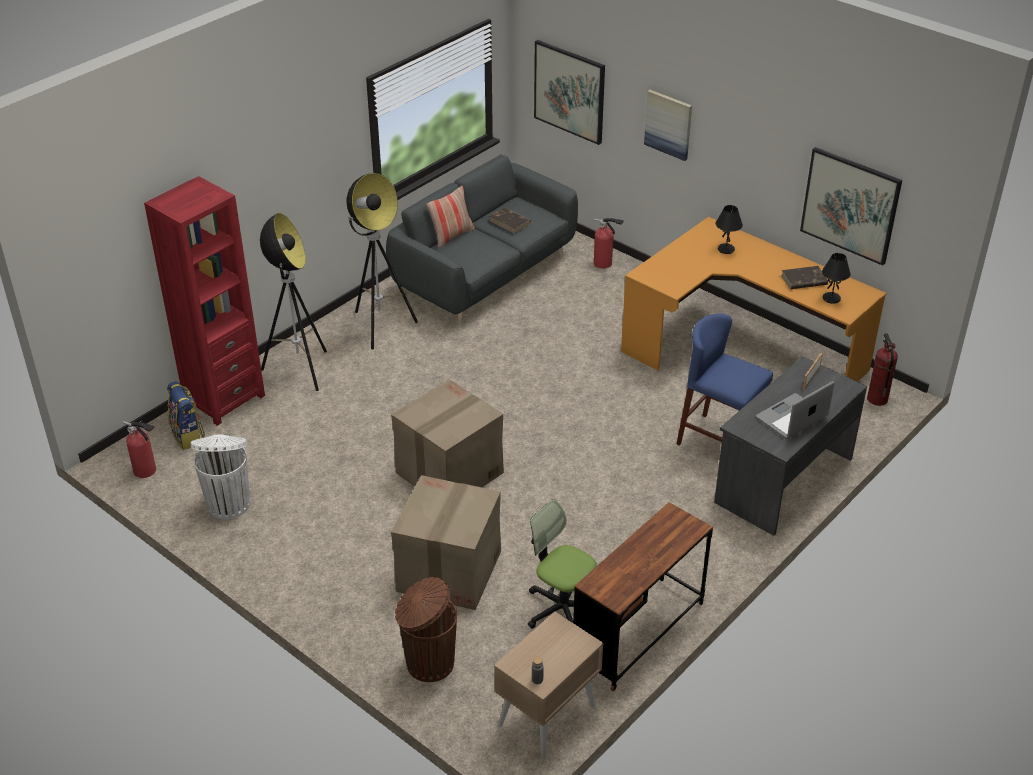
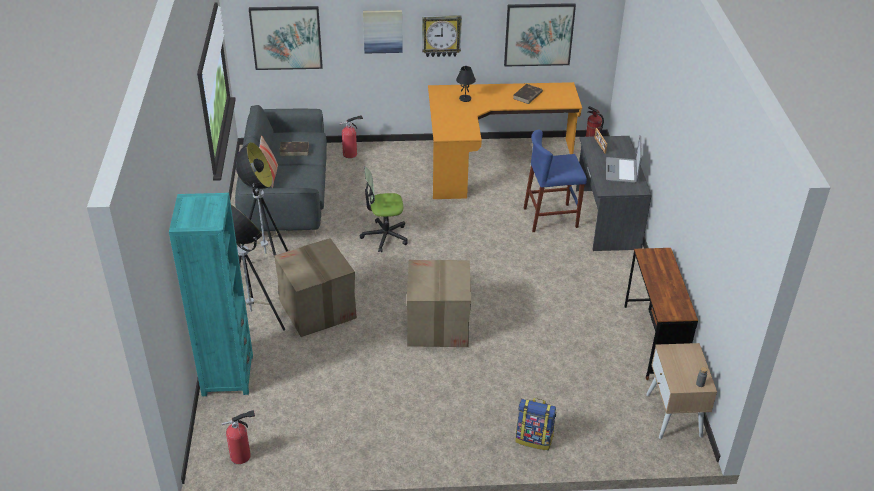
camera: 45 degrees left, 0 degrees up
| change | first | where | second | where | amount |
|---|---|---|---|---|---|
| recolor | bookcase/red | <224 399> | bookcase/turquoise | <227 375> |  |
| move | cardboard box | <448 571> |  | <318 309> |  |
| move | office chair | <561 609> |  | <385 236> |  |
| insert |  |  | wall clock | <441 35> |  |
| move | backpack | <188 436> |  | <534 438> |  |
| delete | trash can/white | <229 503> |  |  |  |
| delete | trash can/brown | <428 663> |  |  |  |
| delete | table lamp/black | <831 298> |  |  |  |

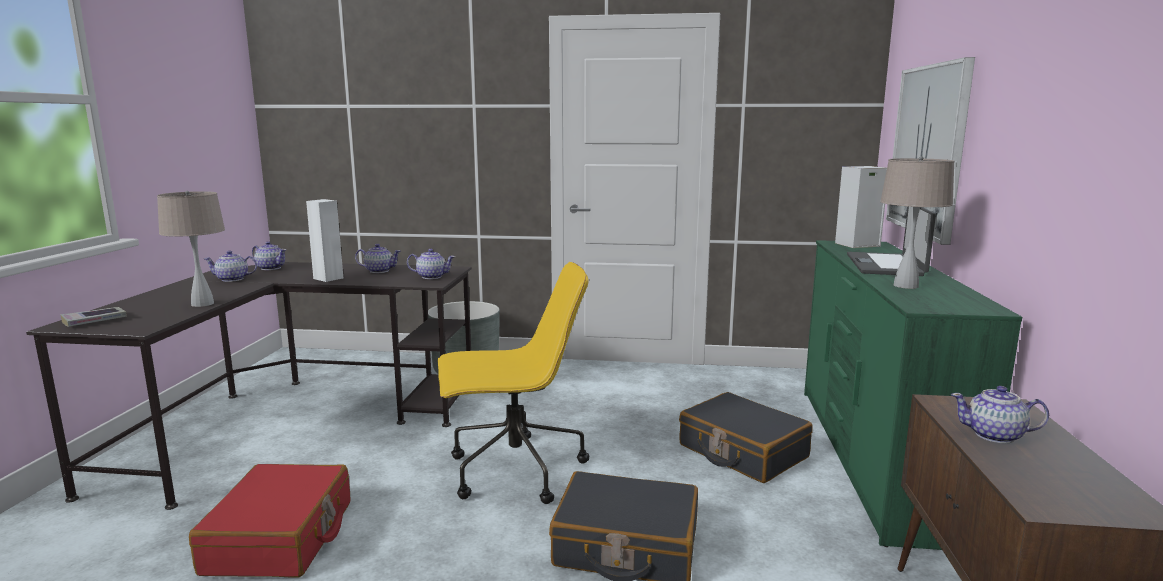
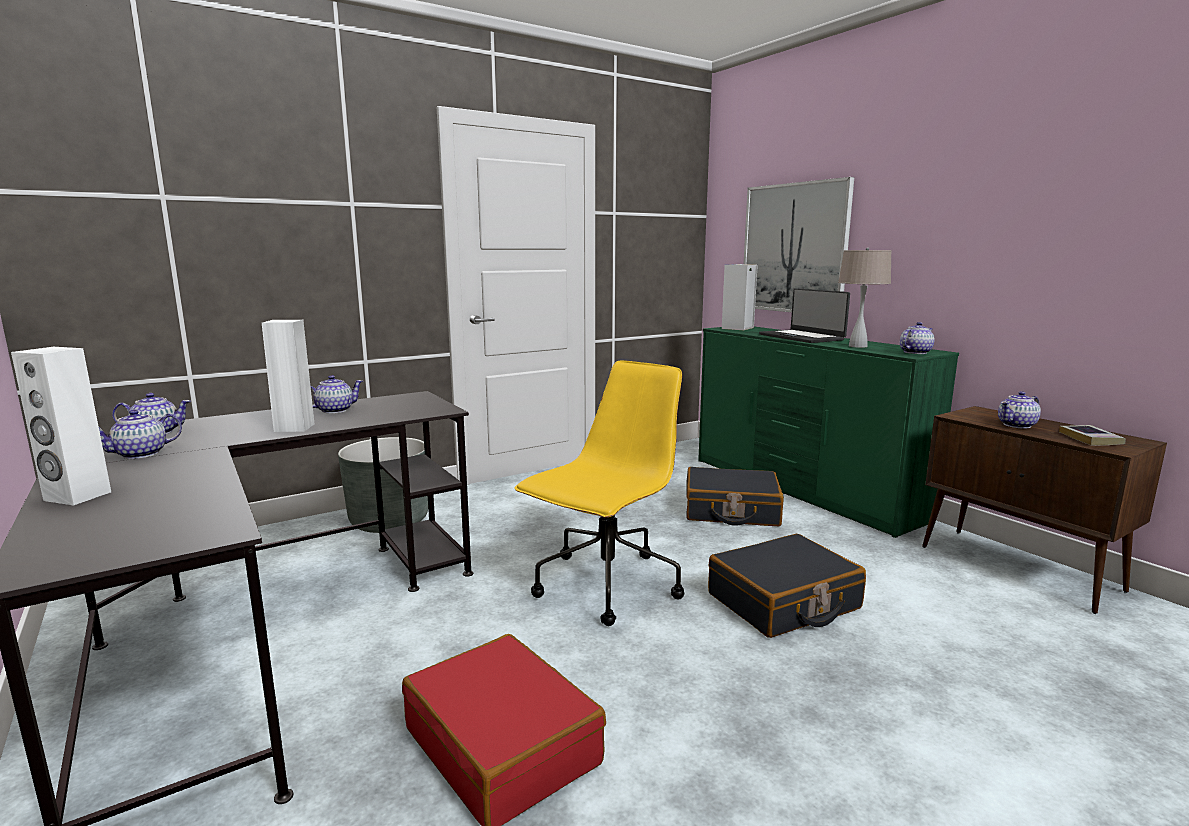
camera: 40 degrees left, 0 degrees up
| change | first | where | second | where | amount |
|---|---|---|---|---|---|
| insert |  |  | speaker/white | <77 496> |  |
| move | teapot | <432 277> |  | <915 352> |  |
| move | book | <95 321> |  | <1090 439> |  |
| delete | table lamp/beige | <203 304> |  |  |  |

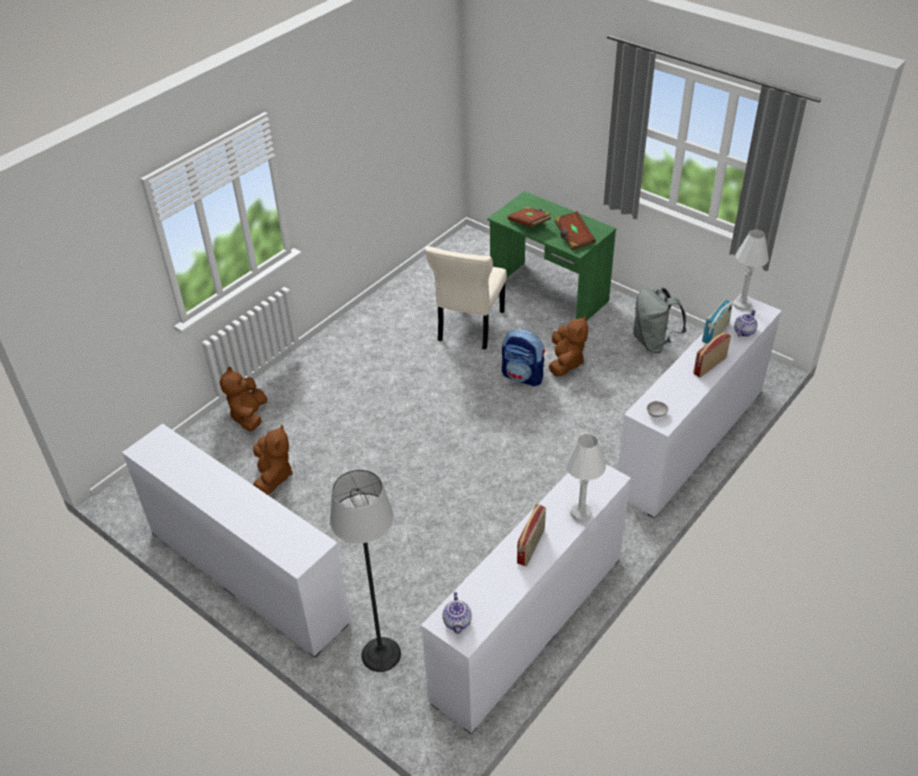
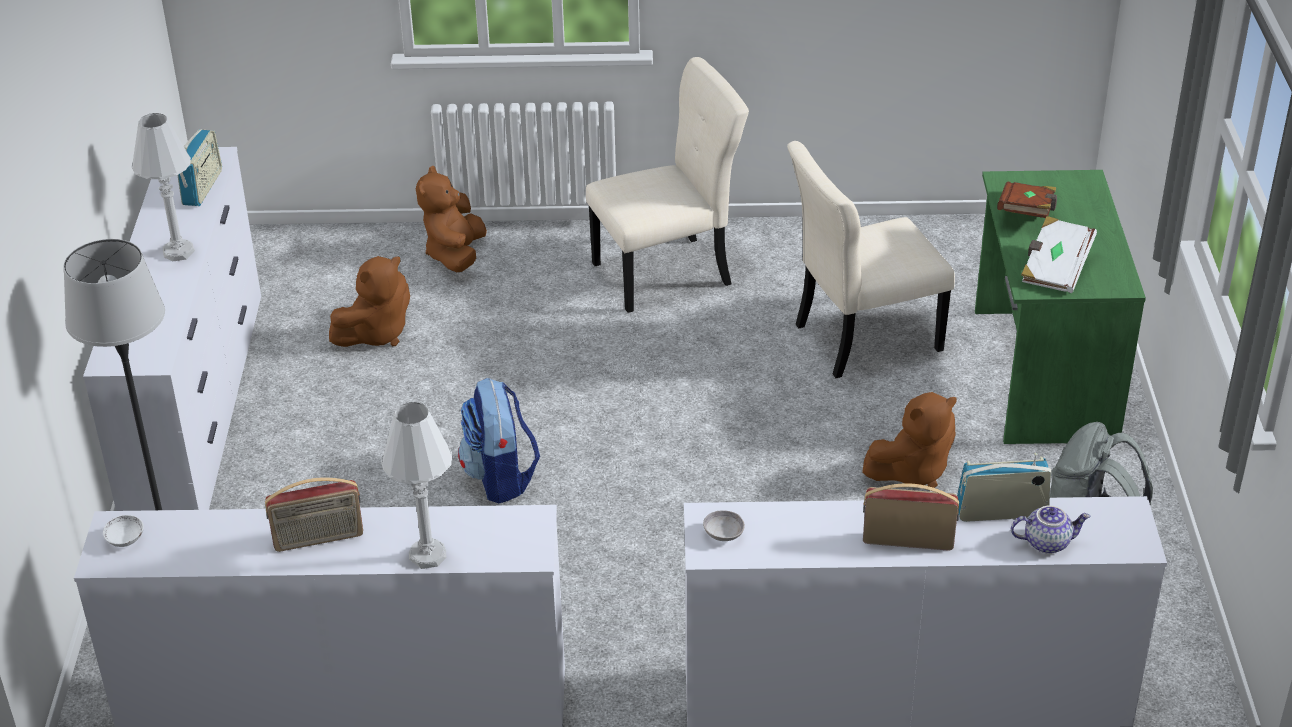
camera: 50 degrees right, 5 degrees down
| change | first | where | second | where | amount |
|---|---|---|---|---|---|
| replace | teapot | <458 622> | bowl/white | <125 539> |  |
| move | table lamp/white | <742 305> |  | <178 252> |  |
| insert |  |  | radio | <202 188> |  |
| rotate | plush toy/brown | <249 416> |  | <455 255> | 45 degrees counterclockwise |
| move | backpack | <523 376> |  | <500 477> |  |
| insert |  |  | chair/beige | <667 273> |  |
| recolor | book/brown | <573 237> | book/white | <1055 269> |  |

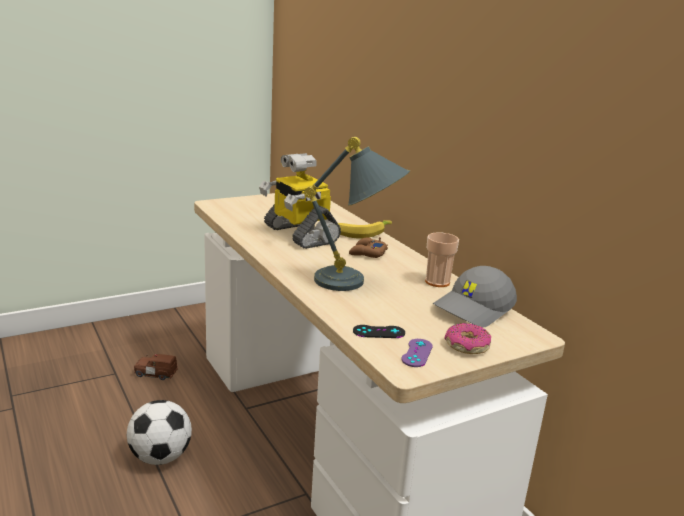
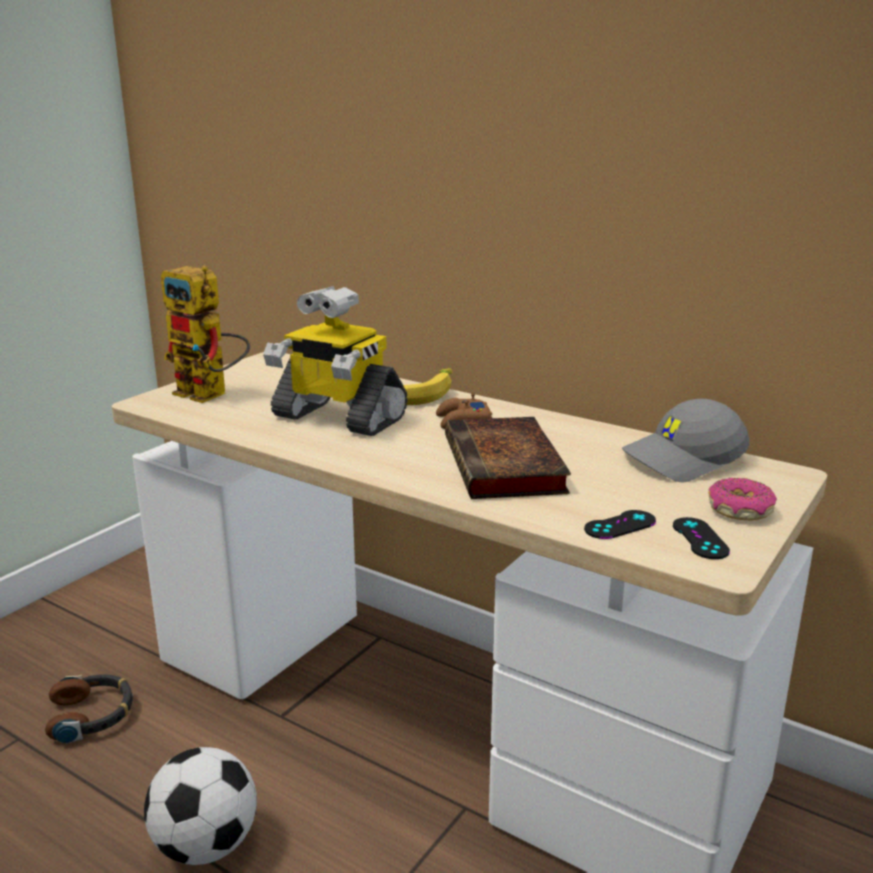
camera: 25 degrees left, 0 degrees up
| change | first | where | second | where | amount |
|---|---|---|---|---|---|
| replace | toy car/brown | <155 374> | headphones | <92 715> |  |
| insert |  |  | toy robot | <211 395> |  |
| replace | table lamp/grey | <356 284> | book | <506 468> |  |
| rotate | cap/grey | <474 309> |  | <684 460> | 45 degrees clockwise |
| recolor | game controller/purple | <417 353> | game controller/black | <700 538> |  |
| delete | cup | <437 282> |  |  |  |

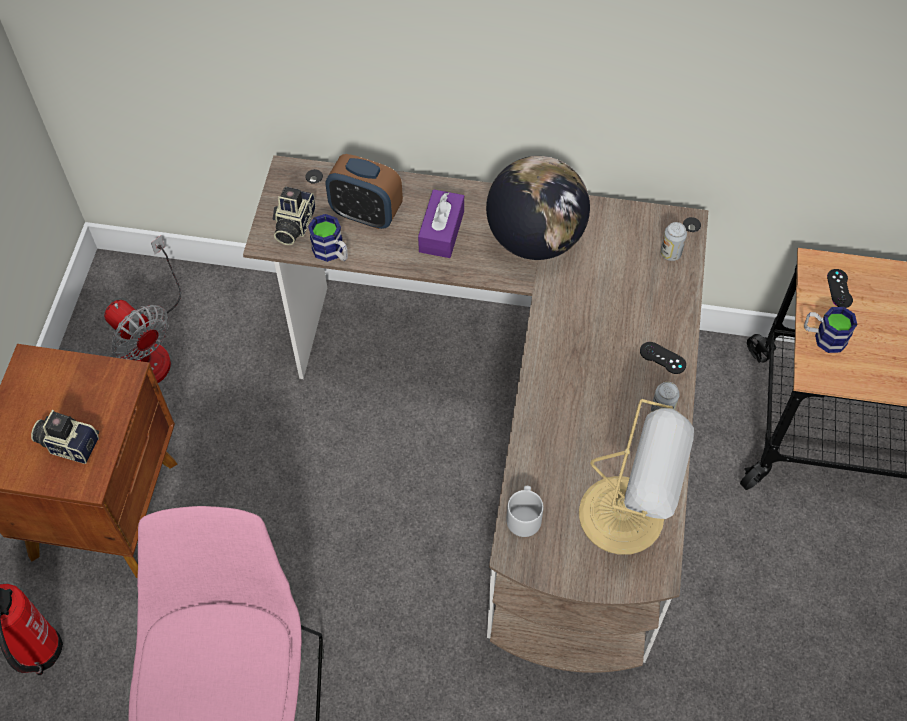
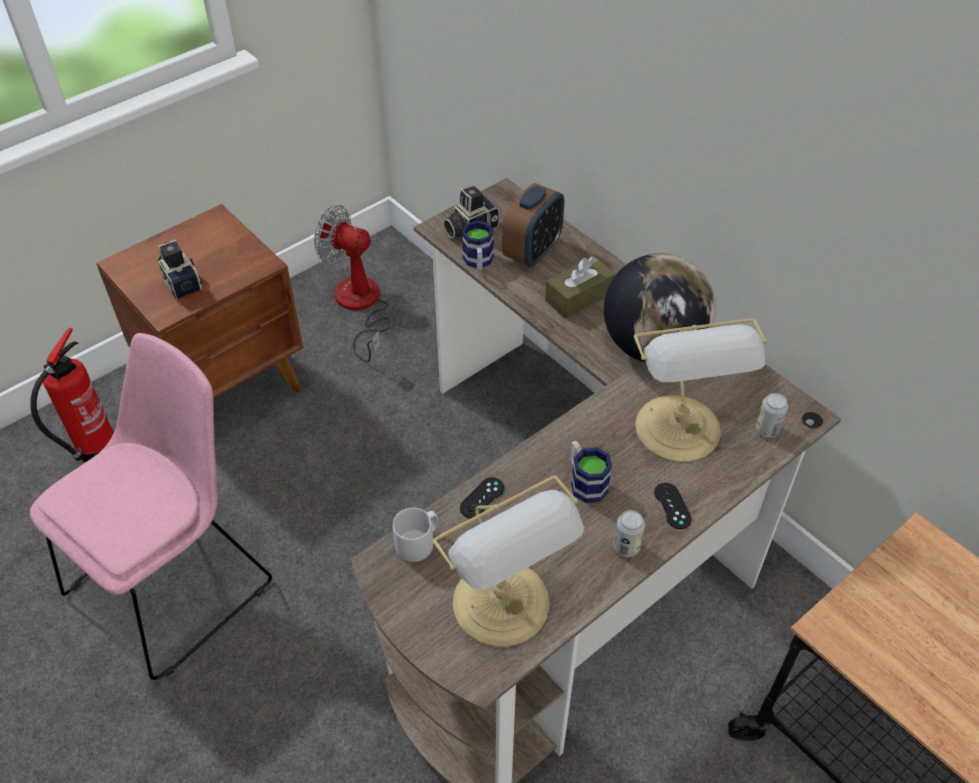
camera: 40 degrees right, 10 degrees down
| change | first | where | second | where | amount |
|---|---|---|---|---|---|
| rotate | fan | <149 348> |  | <360 306> | 120 degrees clockwise |
| move | game controller/black | <839 288> |  | <482 498> |  |
| rotate | alarm clock | <366 214> |  | <532 252> | 120 degrees counterclockwise |
| recolor | tissue box/purple | <441 231> | tissue box/brown | <579 297> |  |
| move | mug | <823 337> |  | <584 481> |  |
| insert |  |  | table lamp | <679 432> |  |

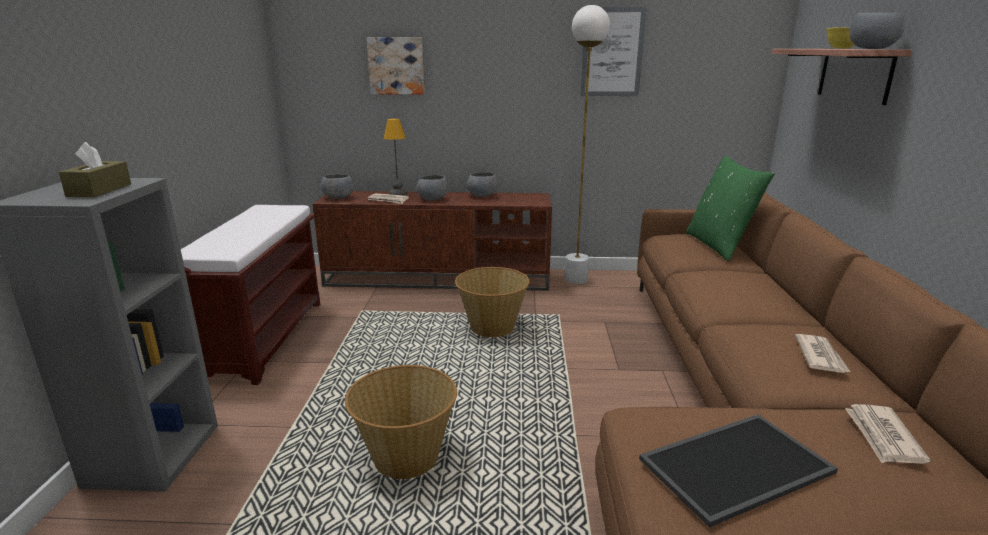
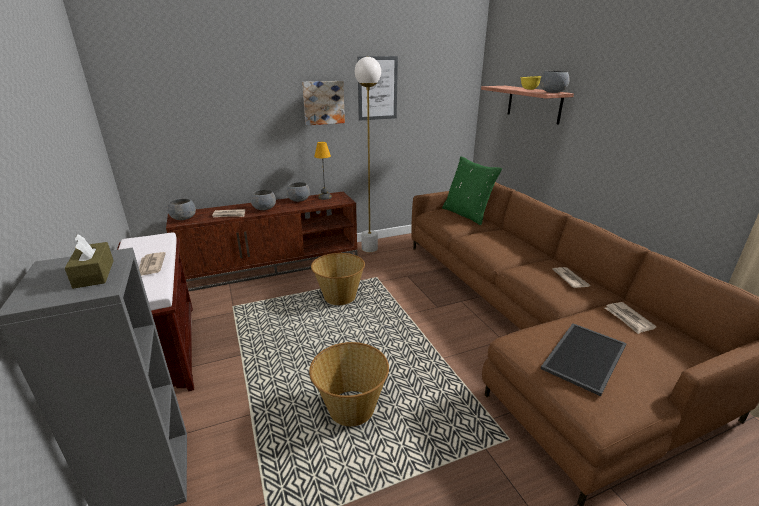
camera: 25 degrees left, 5 degrees up
| change | first | where | second | where | amount |
|---|---|---|---|---|---|
| insert |  |  | newspaper | <151 266> |  |
| move | picture | <396 66> |  | <323 102> |  |
| move | table lamp | <397 193> |  | <324 197> |  |

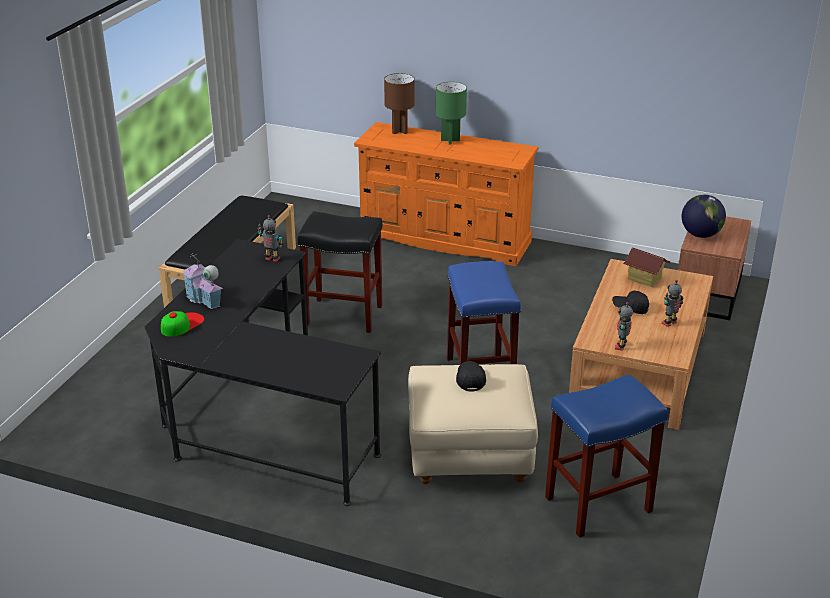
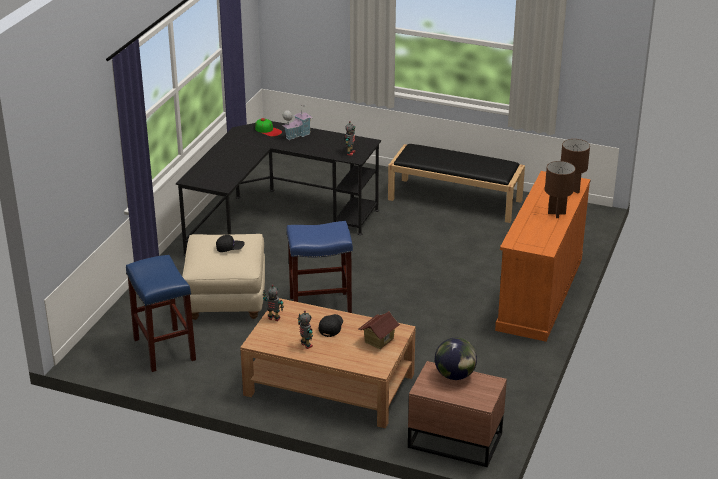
camera: 90 degrees right, 0 degrees up
| change | first | where | second | where | amount |
|---|---|---|---|---|---|
| recolor | table lamp/green | <450 140> | table lamp/brown | <556 213> |  |
| delete | stool/black | <345 315> |  |  |  |

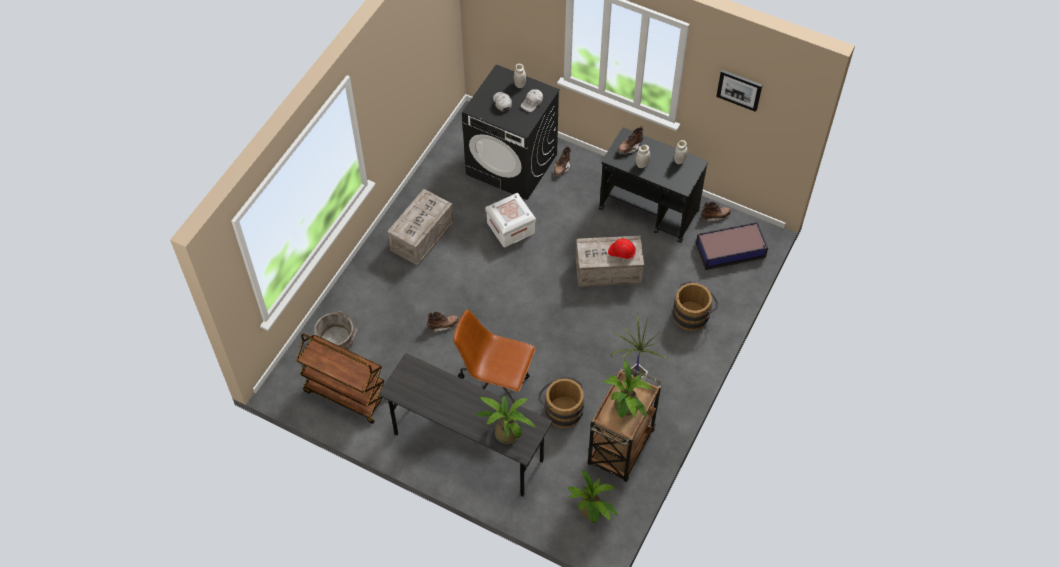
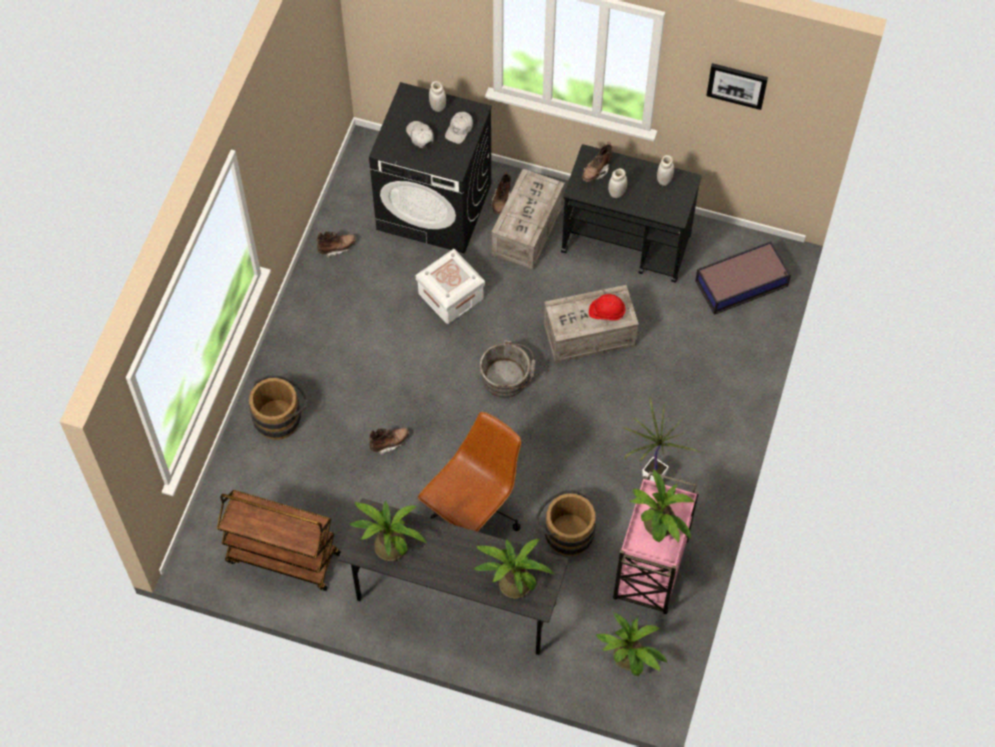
camera: 10 degrees left, 5 degrees up
| change | first | where | second | where | amount |
|---|---|---|---|---|---|
| move | bucket/brown | <693 314> |  | <280 416> |  |
| move | boot/brown | <715 216> |  | <337 247> |  |
| insert |  |  | potted plant | <388 543> |  |
| rotate | office chair/brown | <495 386> |  | <474 514> | 120 degrees clockwise |
| move | bucket/grey | <338 340> |  | <507 378> |  |
| move | crate | <421 237> |  | <527 232> |  |
| recolor | cart/brown | <620 449> | cart/pink | <650 571> |  |

